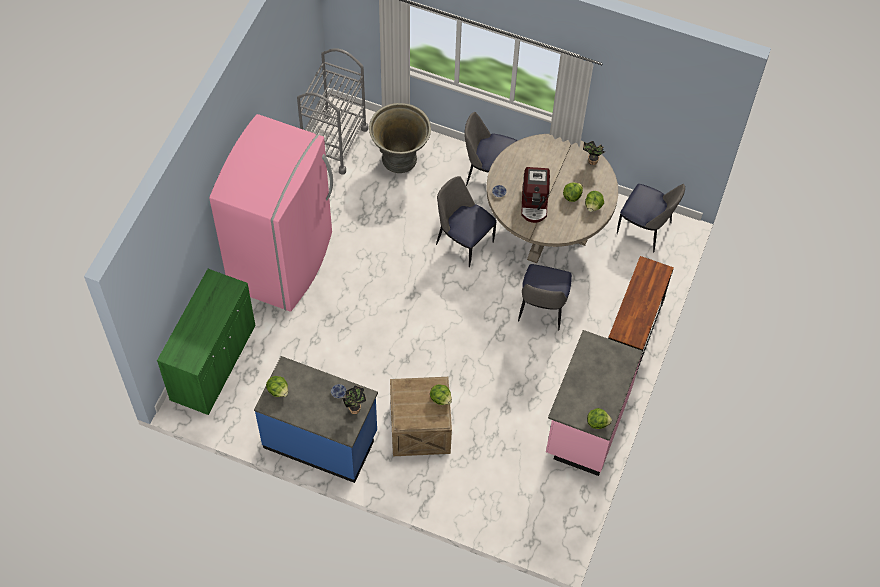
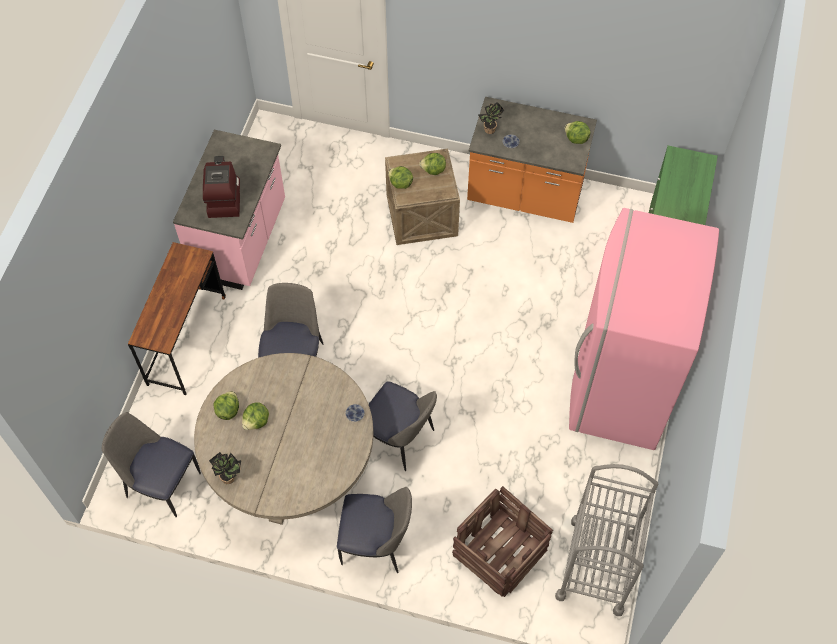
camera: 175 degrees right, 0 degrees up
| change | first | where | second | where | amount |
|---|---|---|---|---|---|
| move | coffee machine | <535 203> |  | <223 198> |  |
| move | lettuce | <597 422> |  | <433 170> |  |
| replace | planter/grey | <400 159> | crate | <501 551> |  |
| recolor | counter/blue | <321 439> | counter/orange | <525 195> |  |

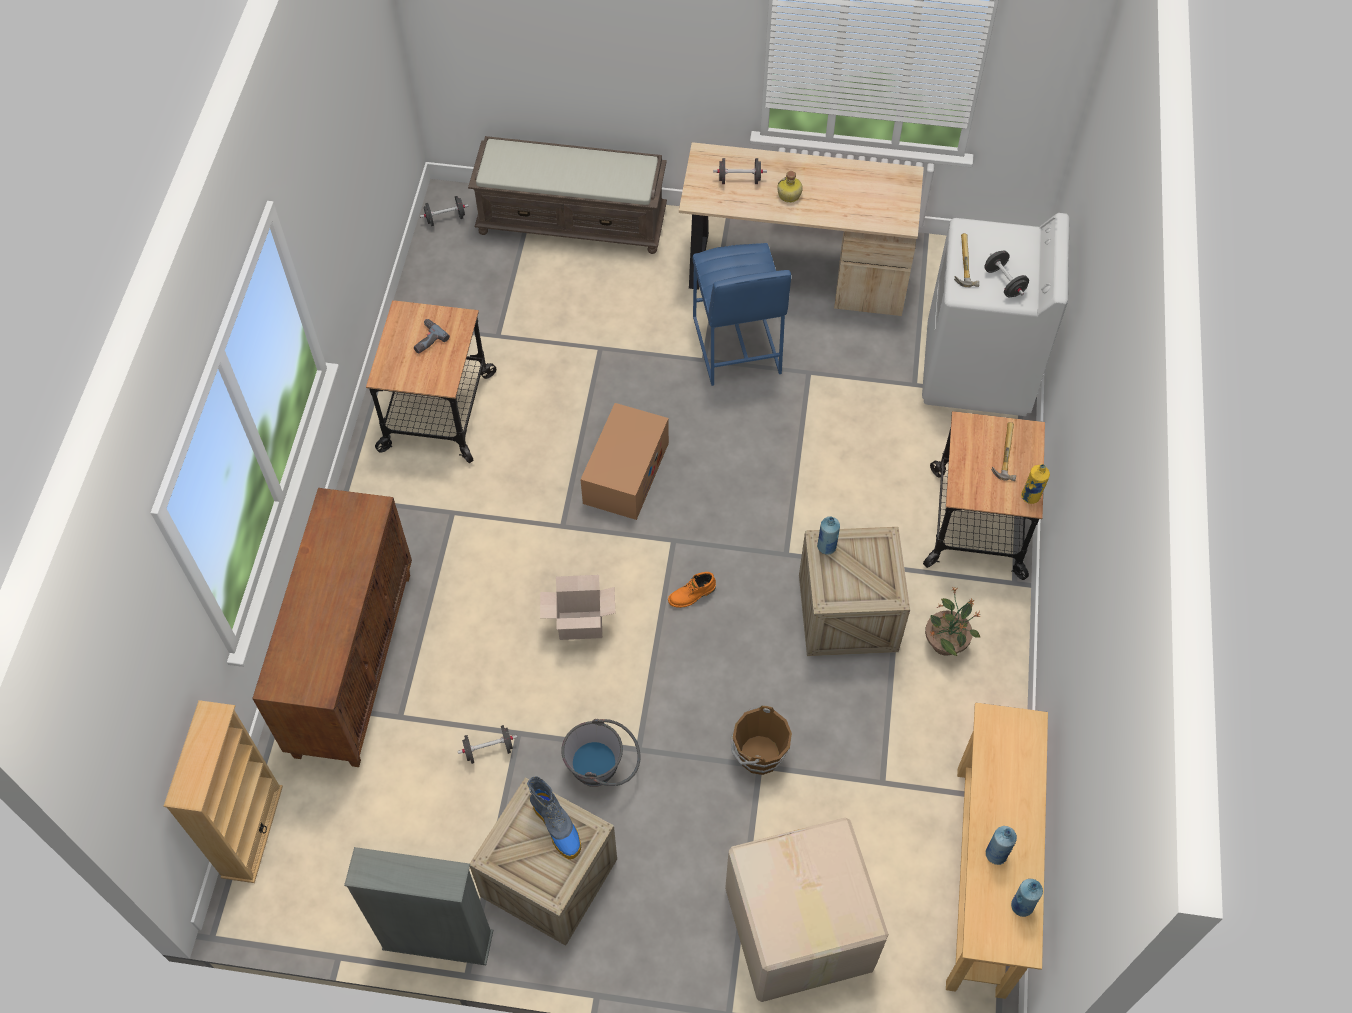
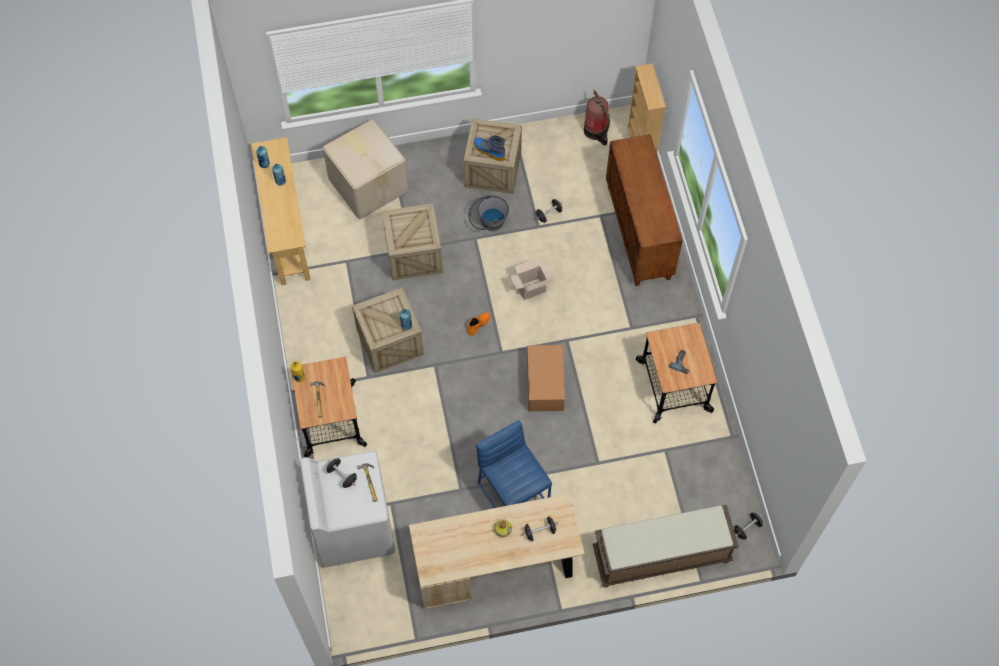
camera: 160 degrees right, 5 degrees up
| change | first | where | second | where | amount |
|---|---|---|---|---|---|
| replace | bucket/brown | <758 754> | crate | <413 254> |  |
| insert |  |  | fire extinguisher | <596 132> |  |
| delete | bookcase/grey | <438 940> |  |  |  |
| delete | potted plant | <946 642> |  |  |  |

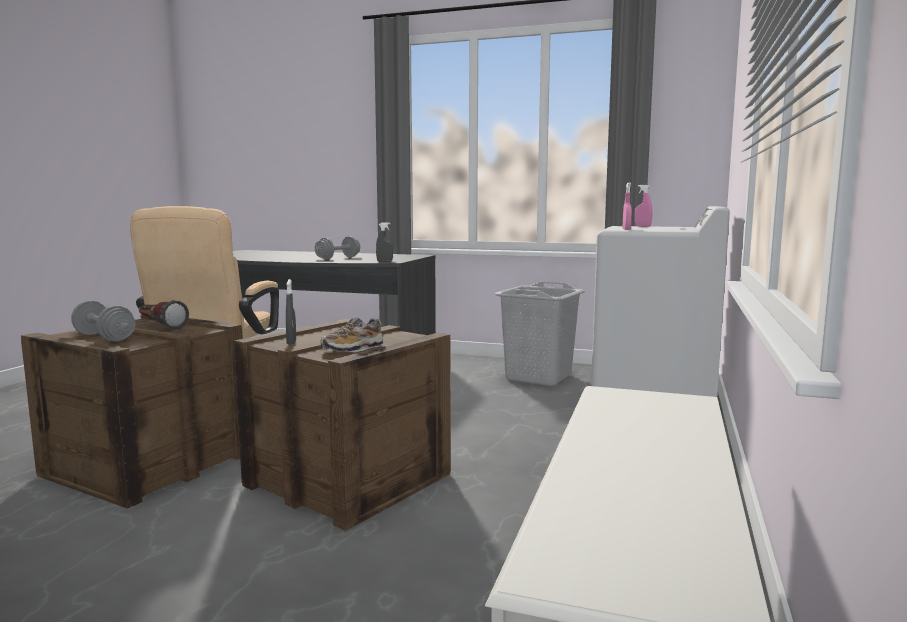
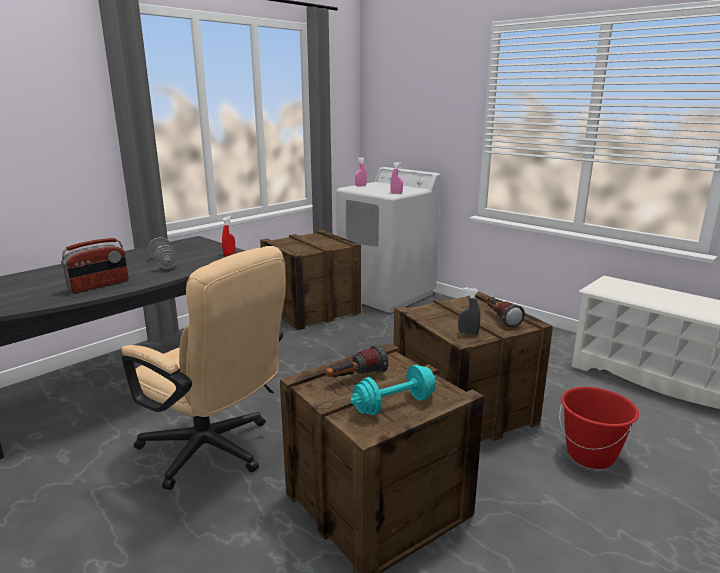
camera: 65 degrees left, 10 degrees up
| change | first | where | second | where | amount |
|---|---|---|---|---|---|
| insert |  |  | radio | <99 285> |  |
| recolor | spray bottle/grey | <384 261> | spray bottle/red | <229 254> |  |
| replace | laundry basket/grey | <539 377> | crate | <311 310> |  |
| recolor | dumbbell/grey | <104 337> | dumbbell/turquoise | <394 405> |  |
| replace | shoe | <353 349> | flashlight | <500 319> |  |
| insert |  |  | bucket/red | <590 455> |  |

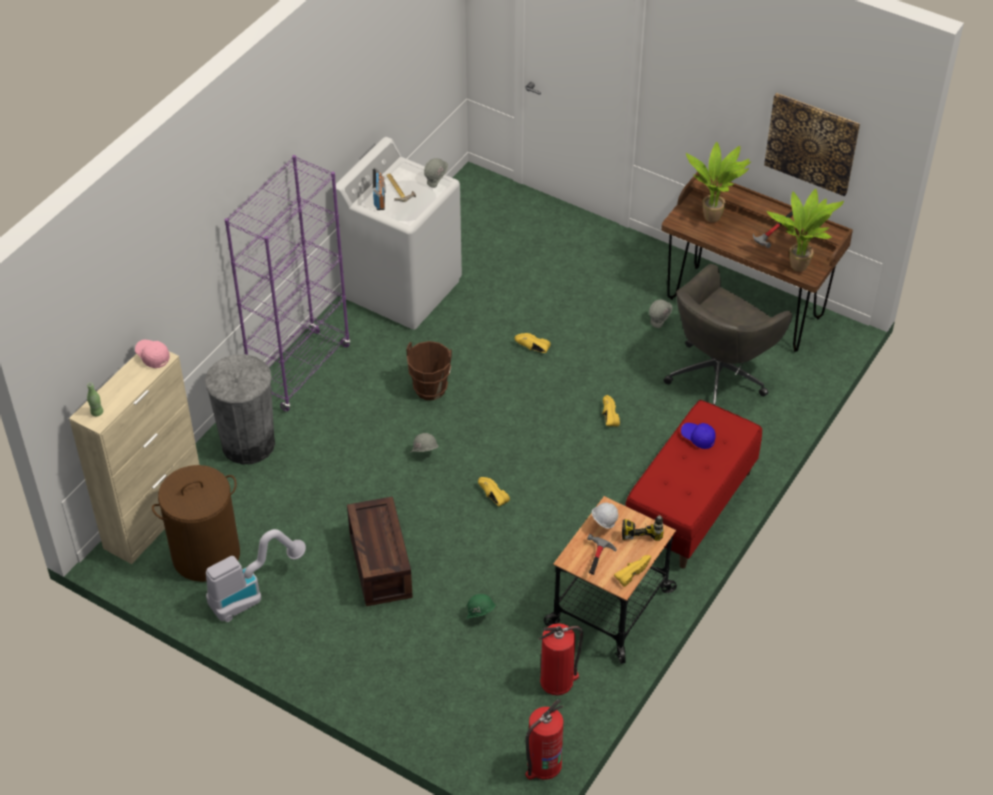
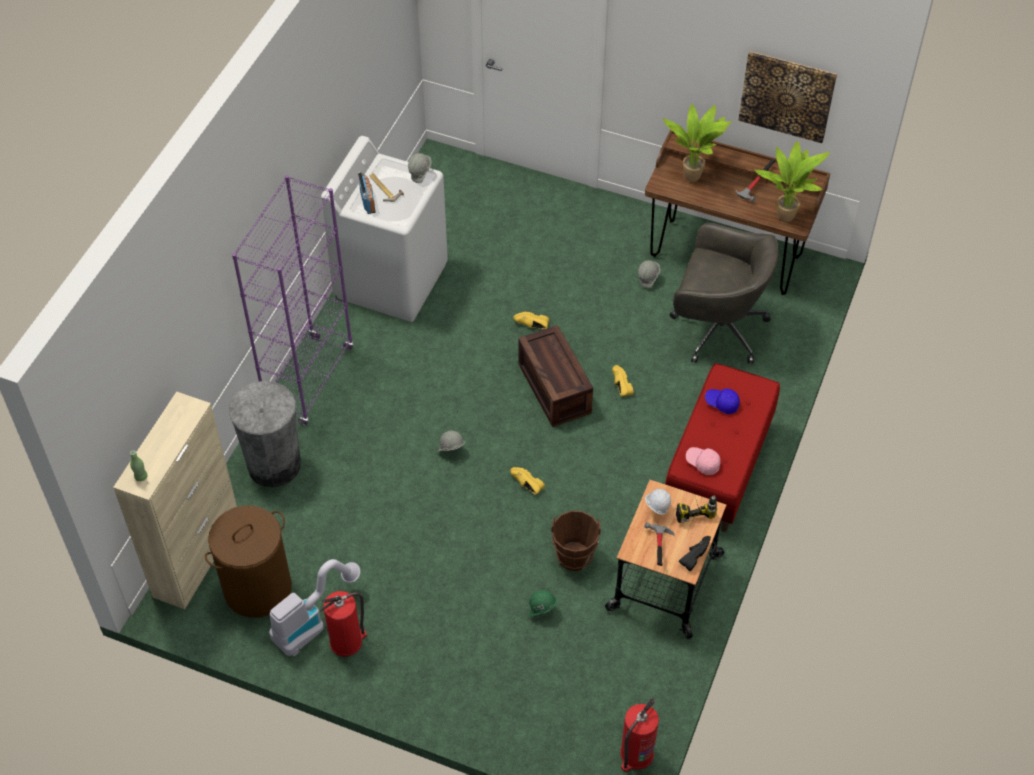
camera: 10 degrees left, 5 degrees up
| change | first | where | second | where | amount |
|---|---|---|---|---|---|
| move | fire extinguisher | <558 681> |  | <347 642> |  |
| move | crate | <378 564> |  | <552 388> |  |
| move | bucket/brown | <430 389> |  | <574 557> |  |
| rotate | office chair/grey | <719 375> |  | <716 329> | 105 degrees counterclockwise |
| recolor | shoe/yellow | <631 572> | shoe/black | <693 555> |  |
| move | cap/pink | <152 356> |  | <702 463> |  |

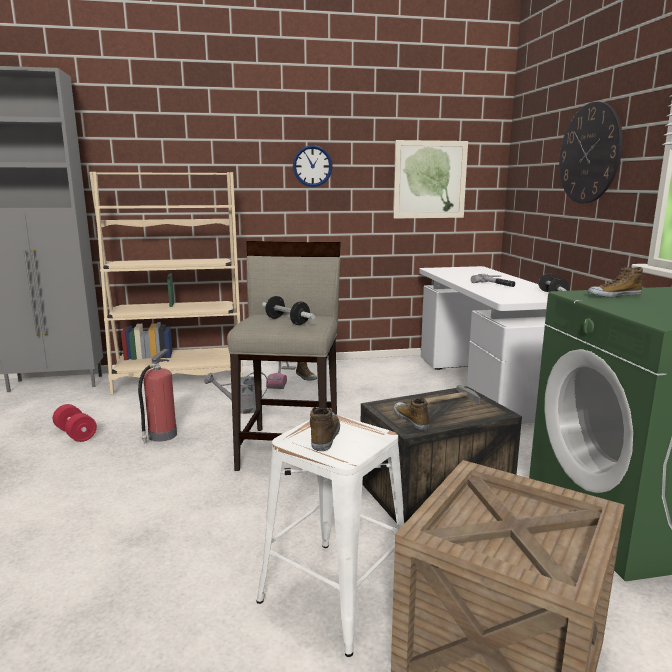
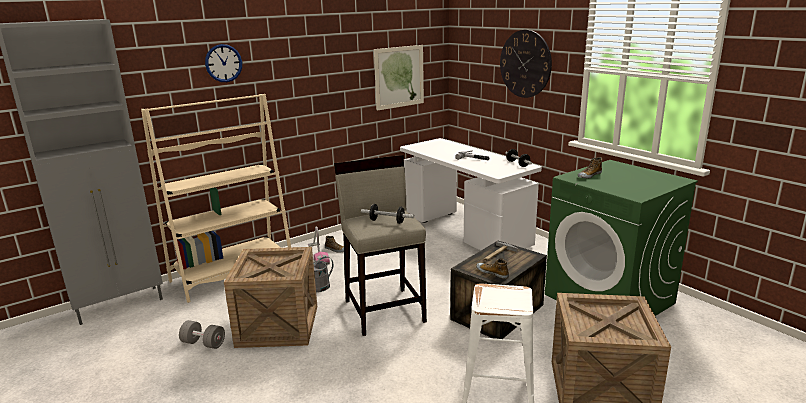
camera: 25 degrees left, 5 degrees up
| change | first | where | second | where | amount |
|---|---|---|---|---|---|
| recolor | dumbbell/red | <75 434> | dumbbell/grey | <203 343> |  |
| move | wall clock | <312 166> |  | <223 63> |  |
| replace | fire extinguisher | <161 436> | crate | <278 326> |  |
| delete | shoe | <325 435> |  |  |  |

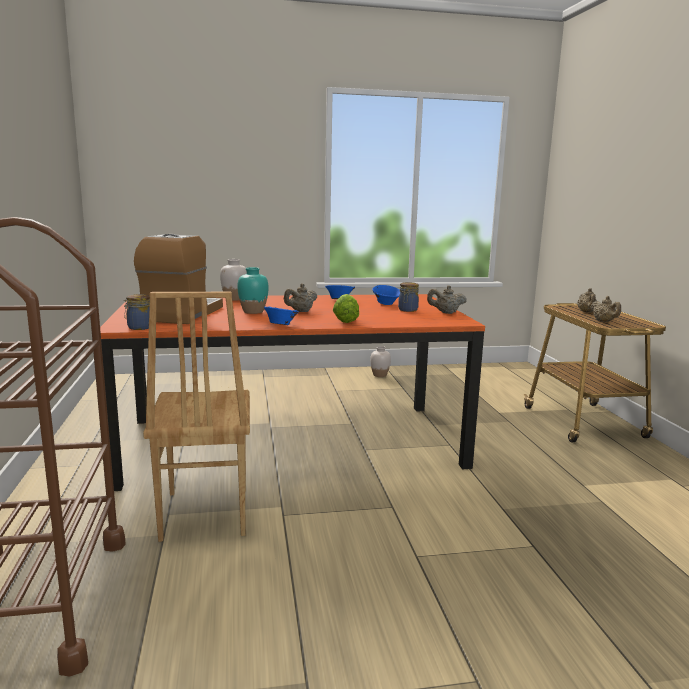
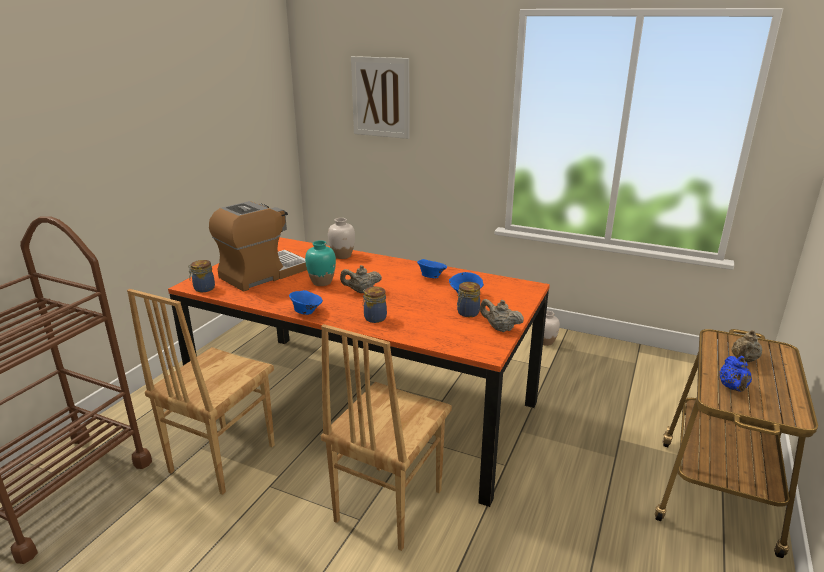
camera: 35 degrees right, 10 degrees up
| change | first | where | second | where | amount |
|---|---|---|---|---|---|
| insert |  |  | chair/brown | <387 505> |  |
| insert |  |  | picture | <381 97> |  |
| replace | lettuce | <345 320> | jar | <374 318> |  |
| recolor | teapot/beige | <604 321> | teapot/blue | <733 388> |  |

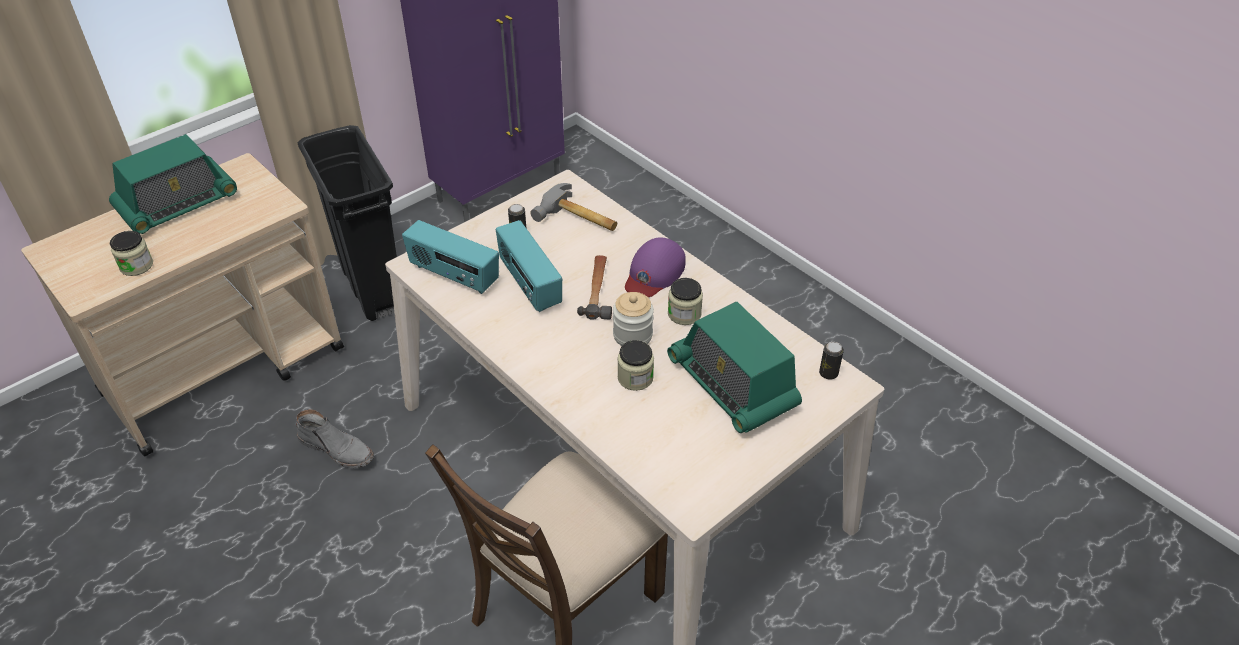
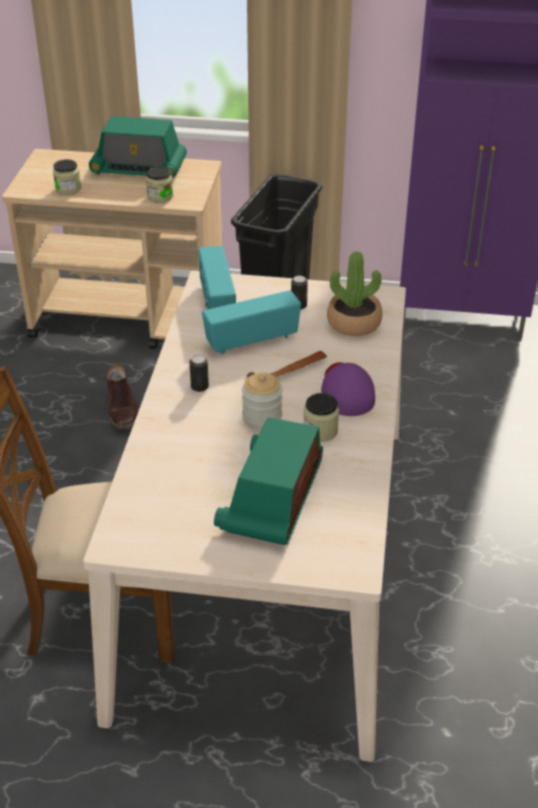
camera: 50 degrees right, 5 degrees down
| change | first | where | second | where | amount |
|---|---|---|---|---|---|
| recolor | boot/grey | <337 449> | boot/brown | <122 409> |  |
| move | jar | <635 378> |  | <160 197> |  |
| move | can | <828 373> |  | <199 387> |  |
| rotate | radio | <529 285> |  | <251 340> | 45 degrees clockwise |
| rotate | cap/purple | <654 273> |  | <346 391> | 90 degrees clockwise |
| replace | hammer | <578 220> | potted plant | <354 323> |  |

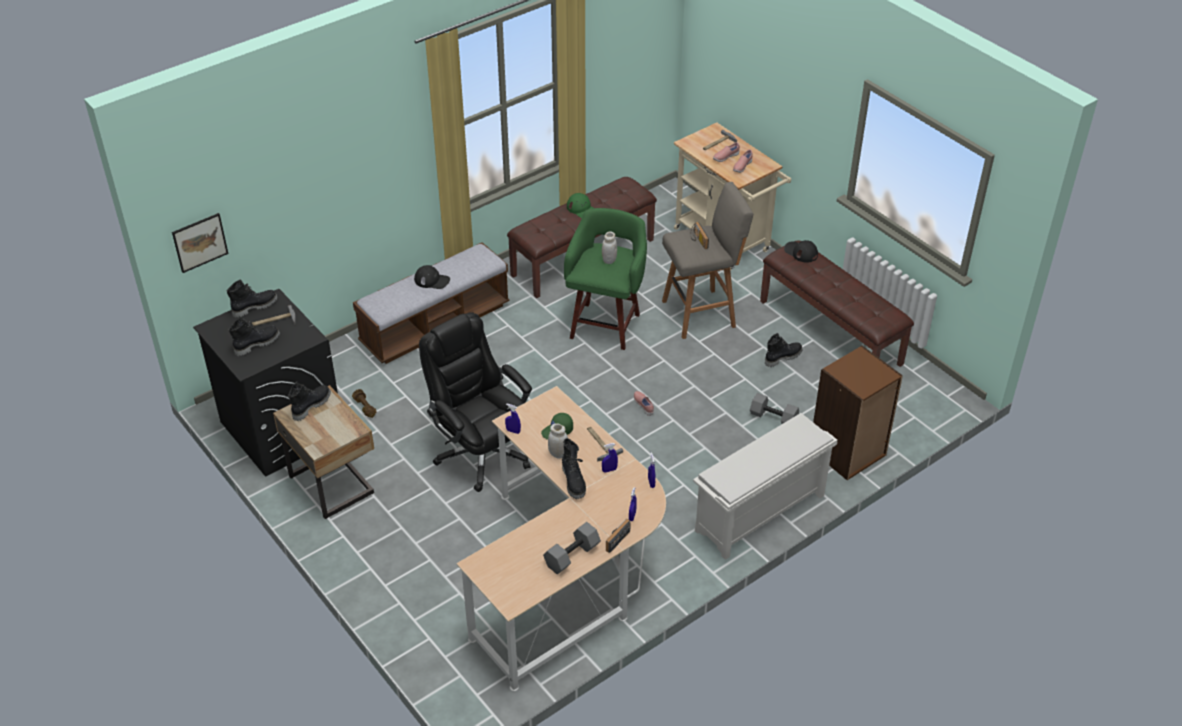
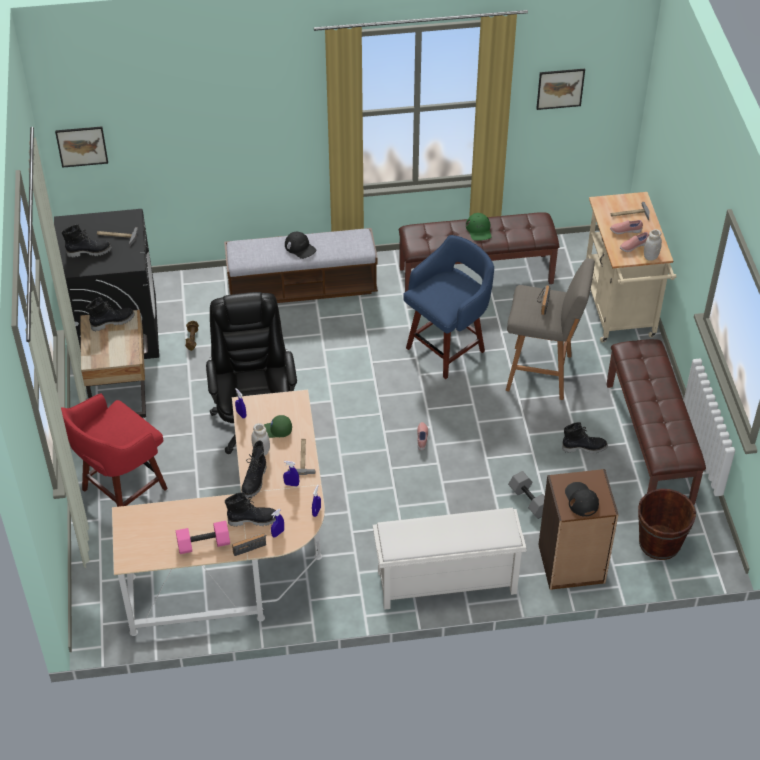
camera: 30 degrees right, 5 degrees up
| change | first | where | second | where | amount |
|---|---|---|---|---|---|
| insert |  |  | stool/red | <122 491> |  |
| recolor | dumbbell/grey | <572 556> | dumbbell/pink | <203 545> |  |
| move | boot/black | <254 306> |  | <253 519> |  |
| recolor | stool/green | <605 324> | stool/blue | <447 348> |  |
| insert |  |  | picture | <560 88> |  |
| move | cap/black | <801 252> |  | <581 500> |  |
| insert |  |  | bucket/brown | <659 543> |  |
| move | jar/white | <609 260> |  | <650 256> |  |

